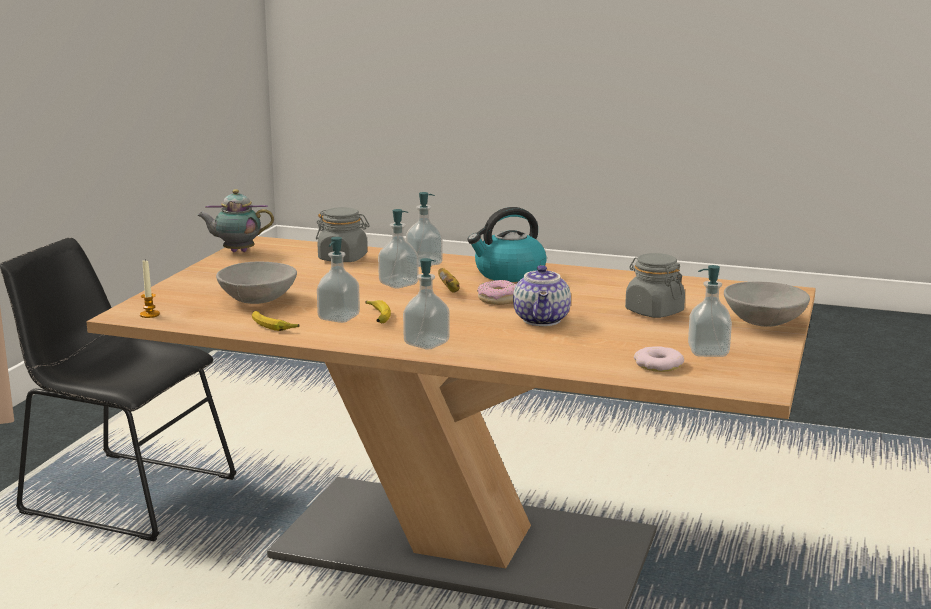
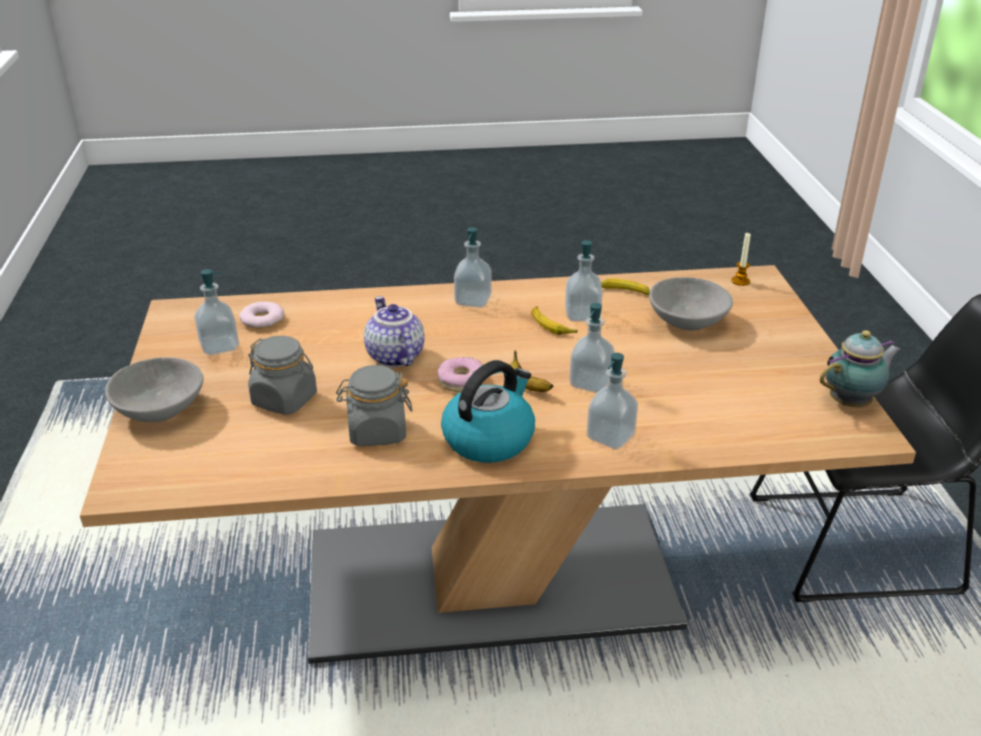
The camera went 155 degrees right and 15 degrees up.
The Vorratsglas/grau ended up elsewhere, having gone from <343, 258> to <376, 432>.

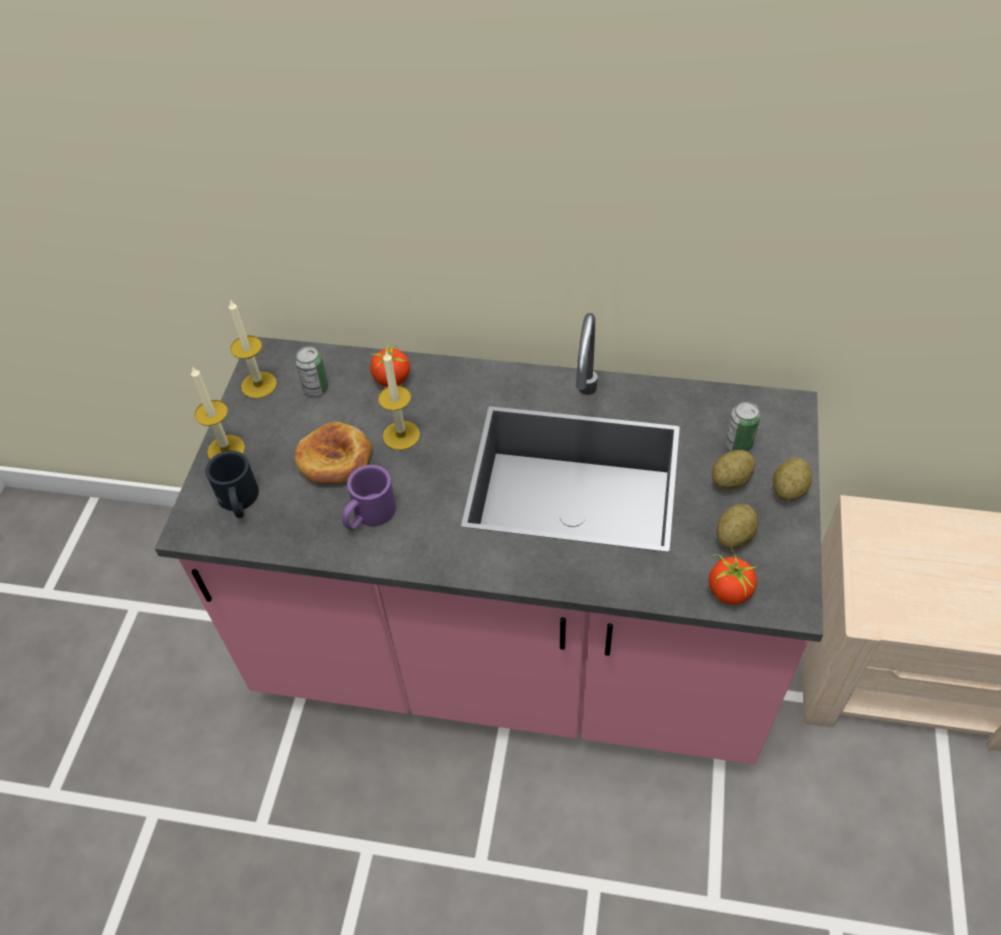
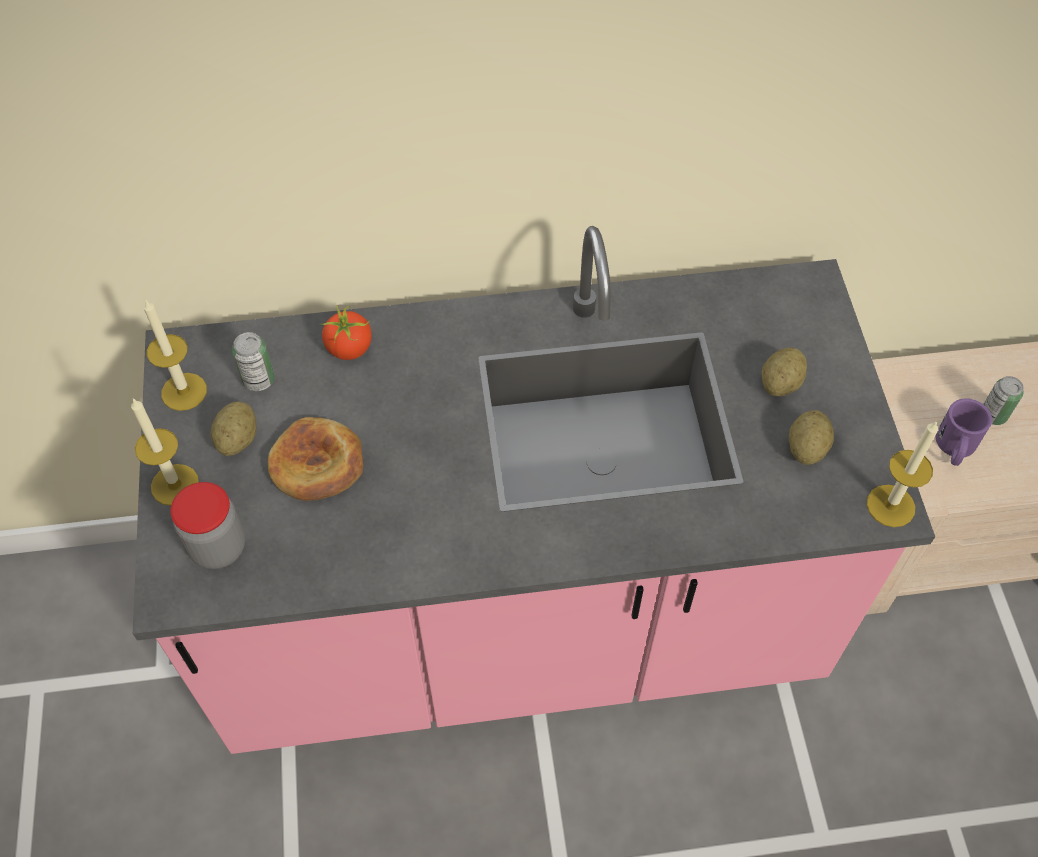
The camera went 20 degrees left and 5 degrees up.
Where the Henkelbecher/schwarz stood at <239, 502>, the Vorratsglas came to stand at <218, 547>.
The Kartoffel ended up elsewhere, having gone from <789, 490> to <238, 439>.
The Kerze ended up elsewhere, having gone from <401, 435> to <890, 505>.
The Henkelbecher/lila ended up elsewhere, having gone from <368, 515> to <954, 448>.
The Dose ended up elsewhere, having gone from <738, 444> to <993, 415>.
The second view lost the Tomate at <729, 591>.

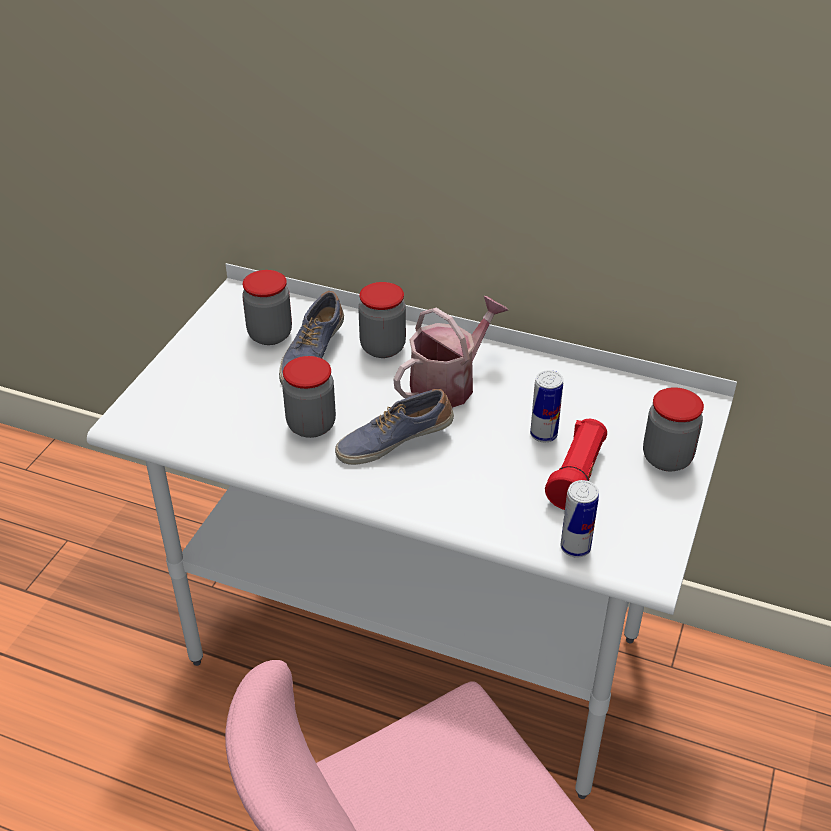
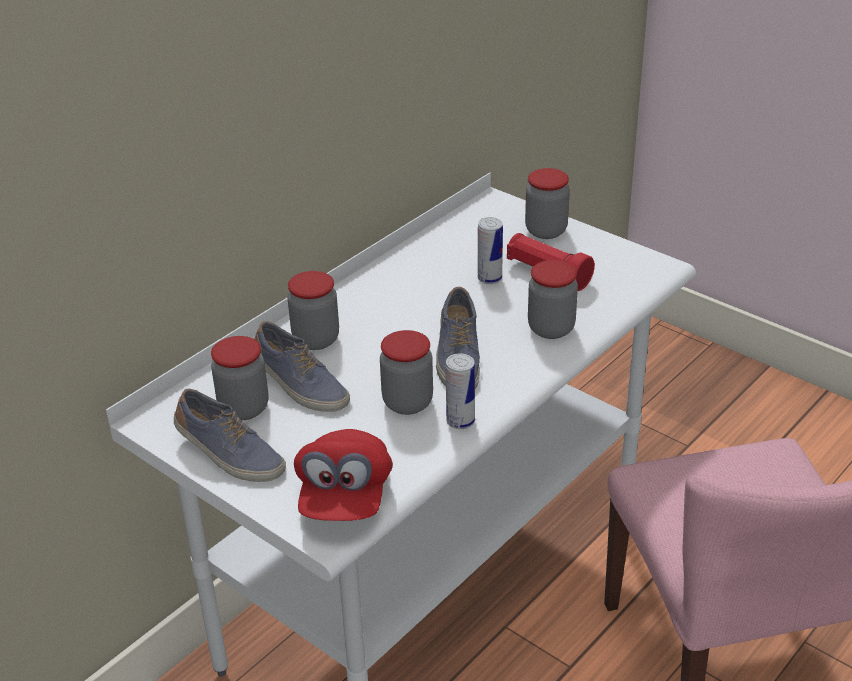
The camera went 70 degrees left and 5 degrees down.
The second view gained the Schuh at <229, 455>.
The second view gained the Kappe/rot at <345, 497>.
The Dose ended up elsewhere, having gone from <575, 547> to <460, 421>.
The second view gained the Vorratsglas at <551, 328>.
The second view lost the Gießkanne at <448, 383>.

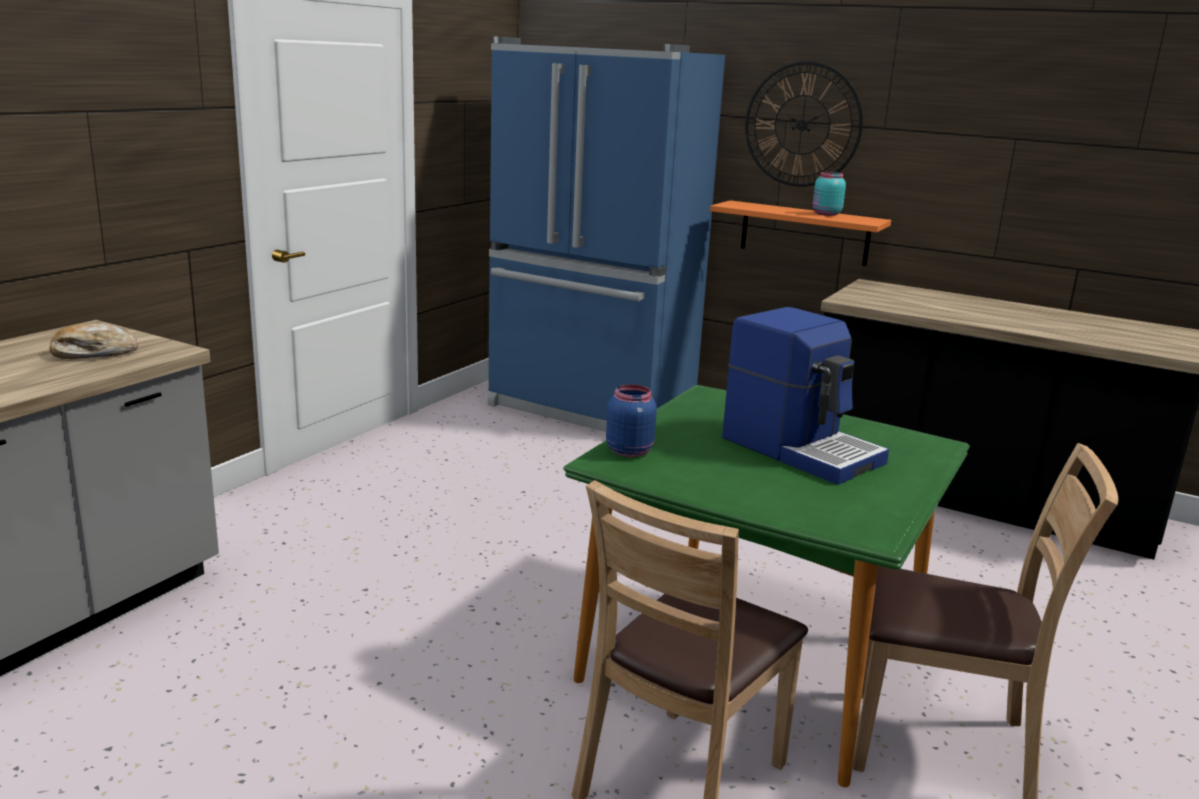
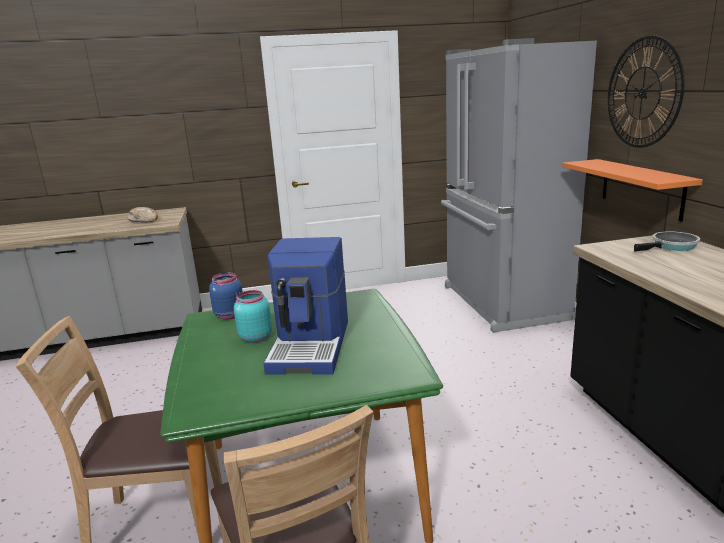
The camera went 50 degrees right and 0 degrees up.
The Vorratsglas/türkis ended up elsewhere, having gone from <826, 214> to <254, 337>.
What was the Kühlschrank/blau at <590, 410> turned into the Kühlschrank/grau at <501, 303>.
The second view gained the Pfanne at <671, 246>.

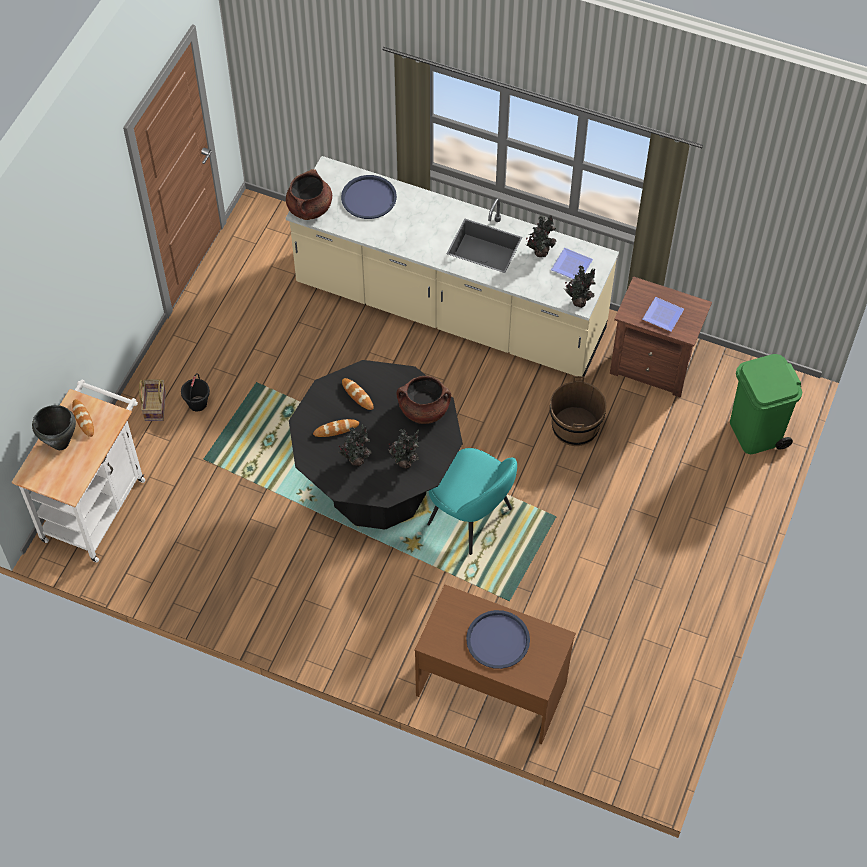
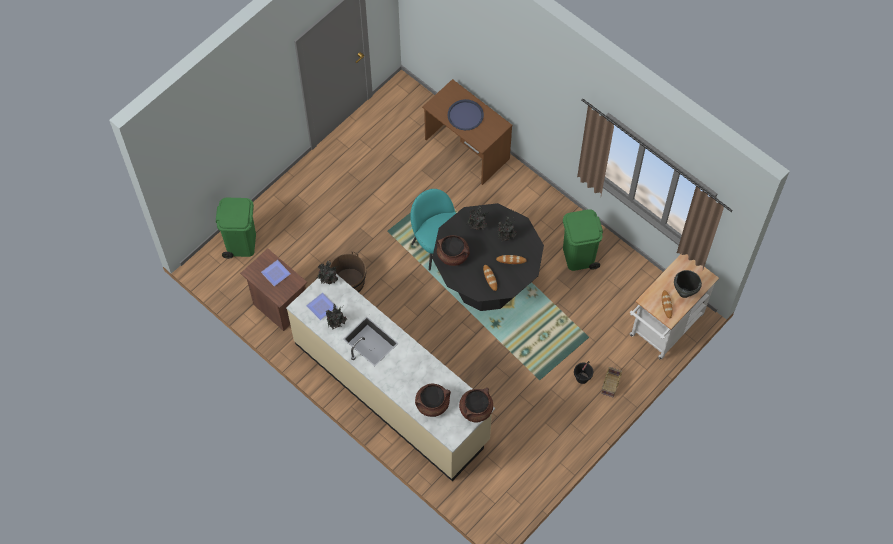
The camera went 160 degrees left and 5 degrees up.
Where the Tablett/blau stood at <369, 198>, the Kochtopf/braun came to stand at <432, 404>.
The second view gained the Mülleimer/grün at <578, 256>.

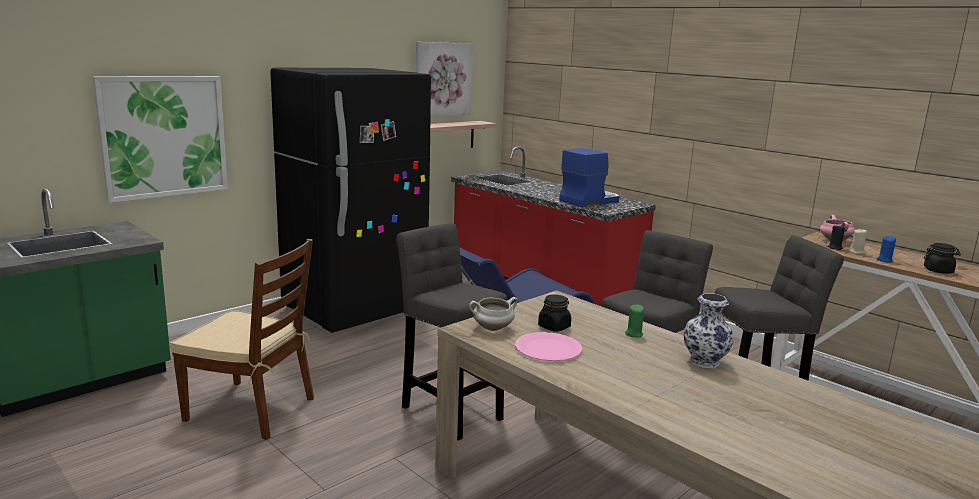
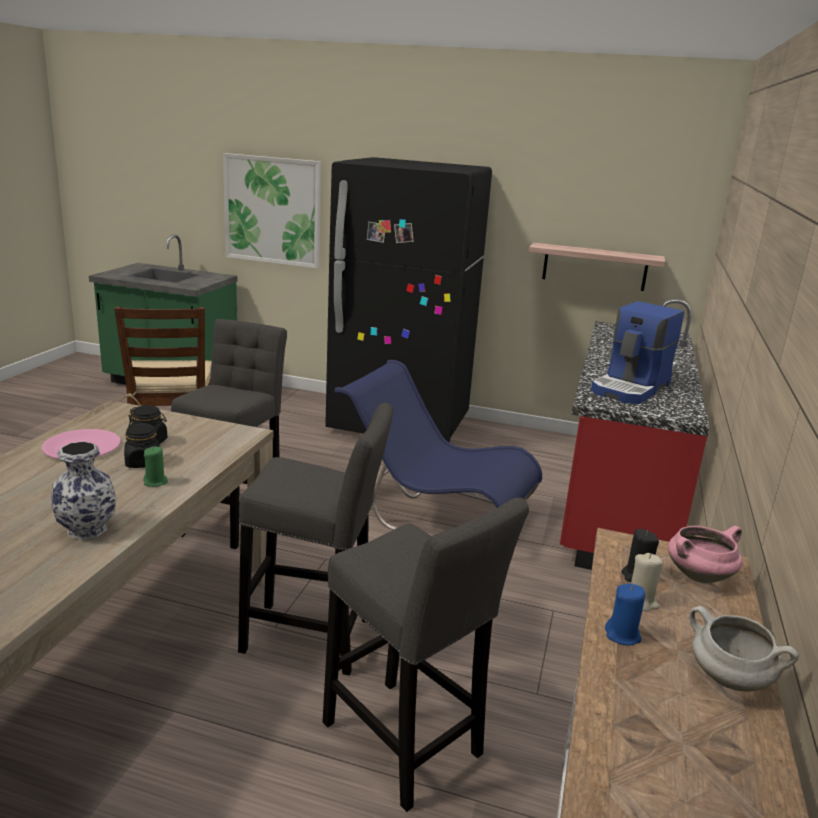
The camera went 60 degrees right and 5 degrees up.
The Vorratsglas/schwarz ended up elsewhere, having gone from <938, 271> to <143, 462>.
The Kaffeemaschine at <589, 201> ended up facing another way, 105 degrees clockwise from before.
The Kochtopf/weiß ended up elsewhere, having gone from <492, 328> to <728, 679>.
The second view lost the Bild at <442, 79>.

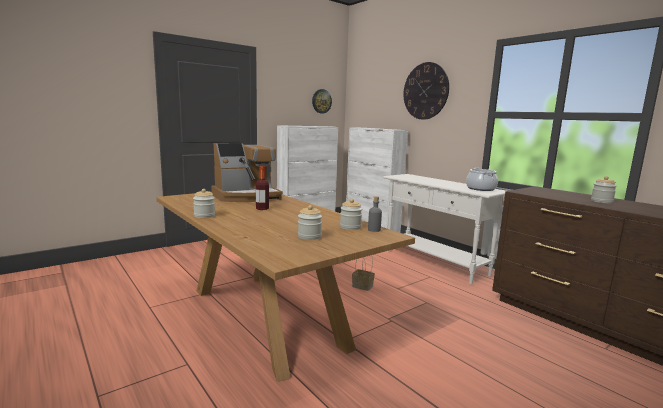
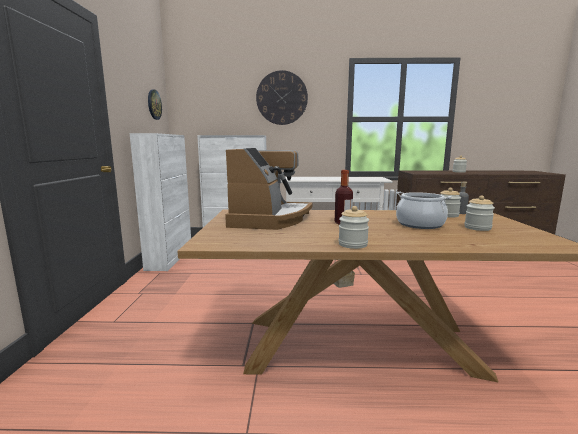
The camera went 50 degrees left and 0 degrees up.
The Kochtopf ended up elsewhere, having gone from <480, 189> to <420, 224>.

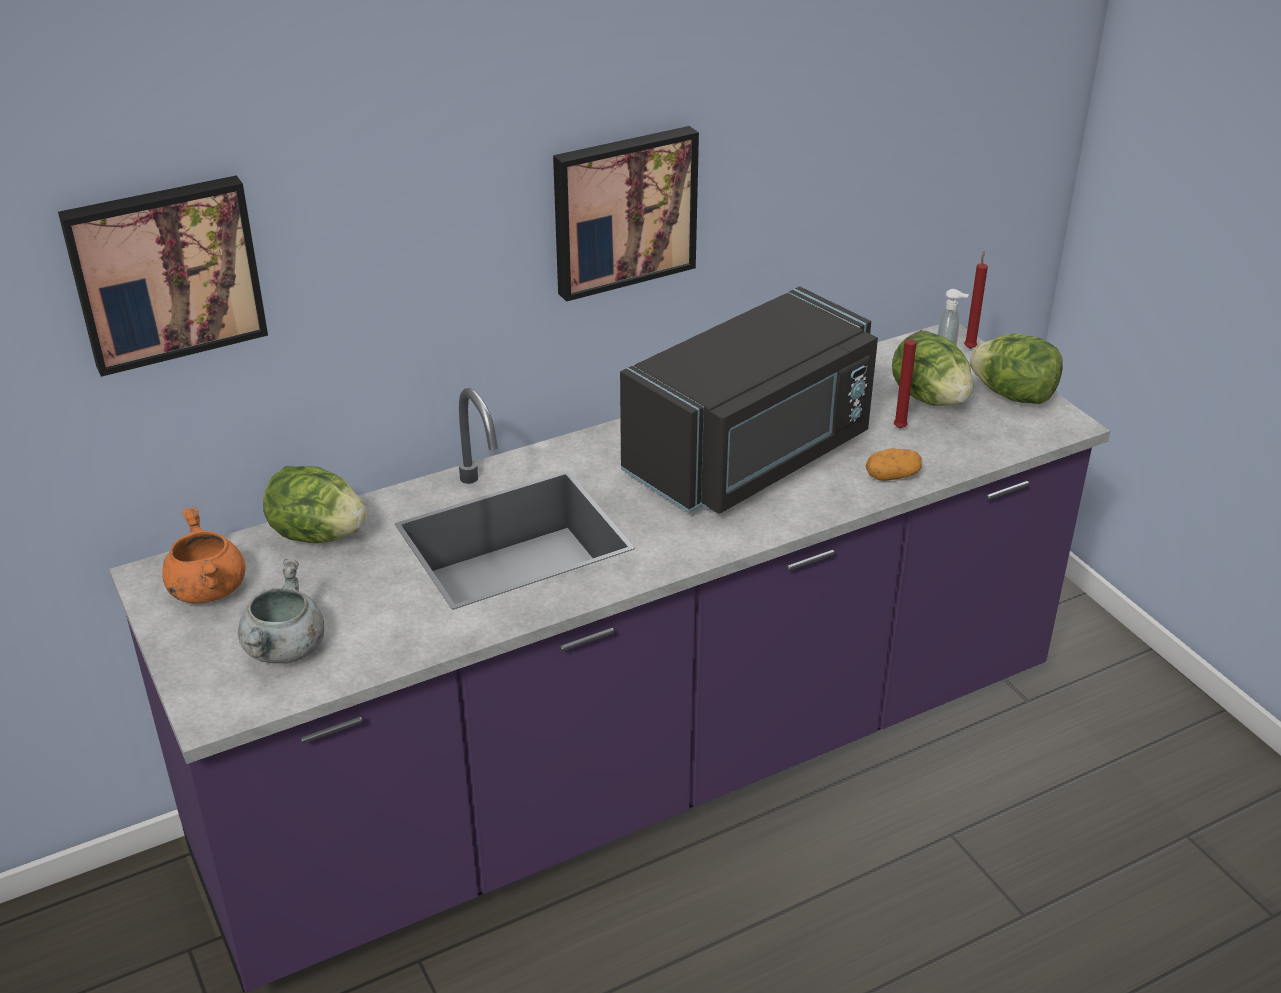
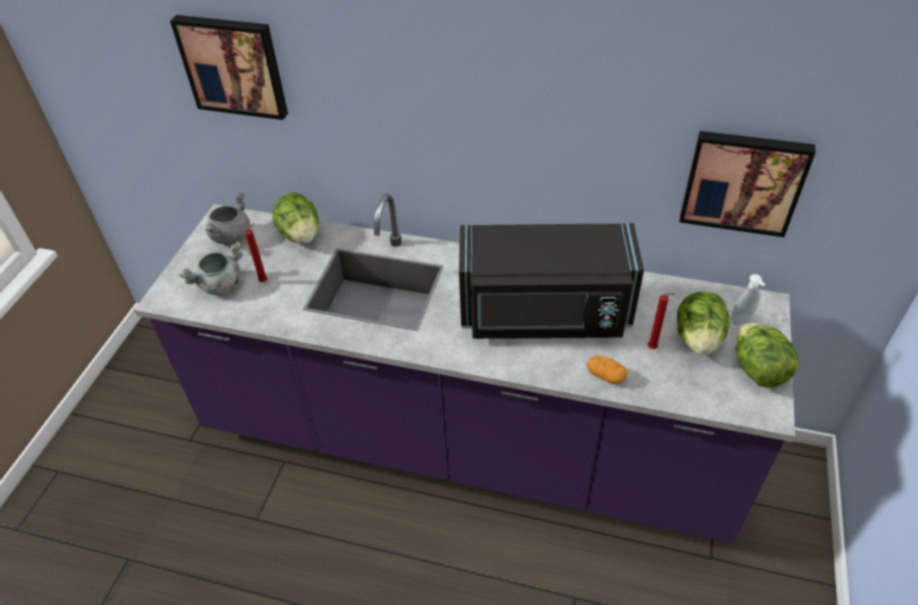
The camera went 45 degrees right and 10 degrees up.
What was the Kochtopf/orange at <206, 589> turned into the Kochtopf/grau at <231, 236>.
The Kerze/rot ended up elsewhere, having gone from <970, 347> to <265, 281>.
The Bild ended up elsewhere, having gone from <623, 210> to <743, 181>.

